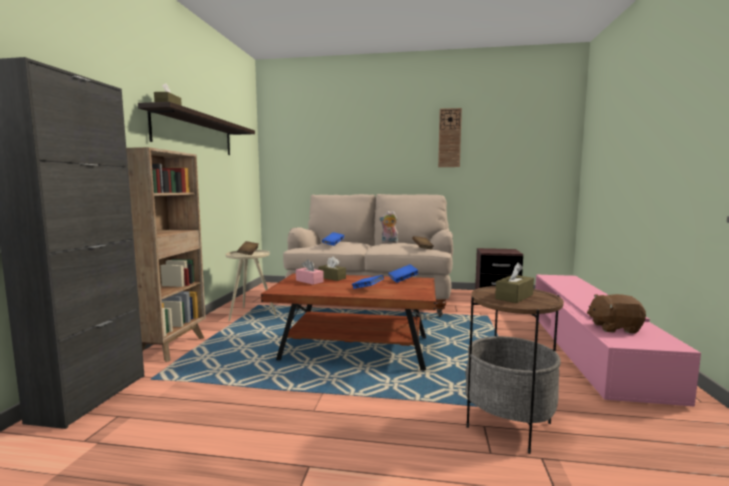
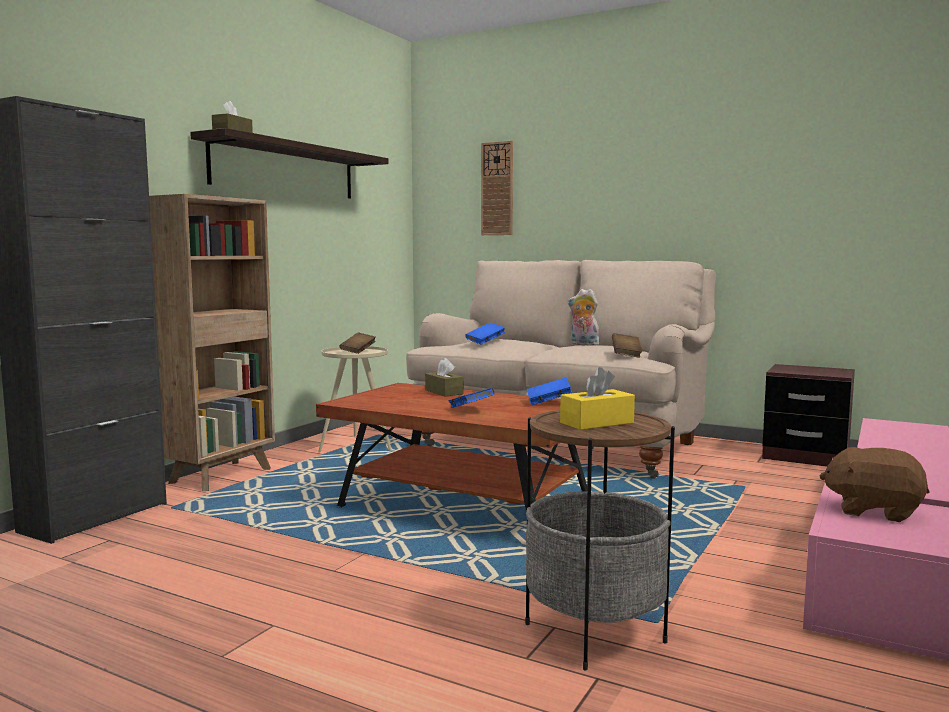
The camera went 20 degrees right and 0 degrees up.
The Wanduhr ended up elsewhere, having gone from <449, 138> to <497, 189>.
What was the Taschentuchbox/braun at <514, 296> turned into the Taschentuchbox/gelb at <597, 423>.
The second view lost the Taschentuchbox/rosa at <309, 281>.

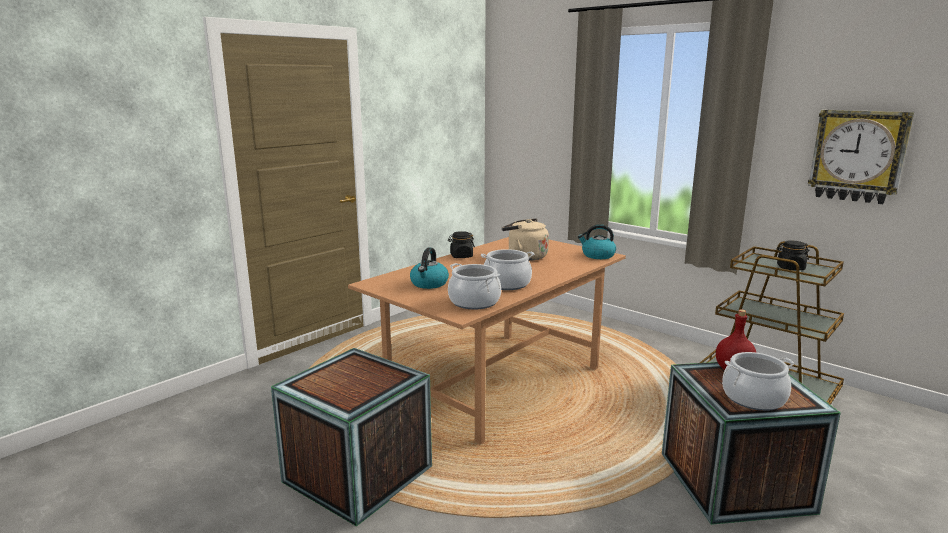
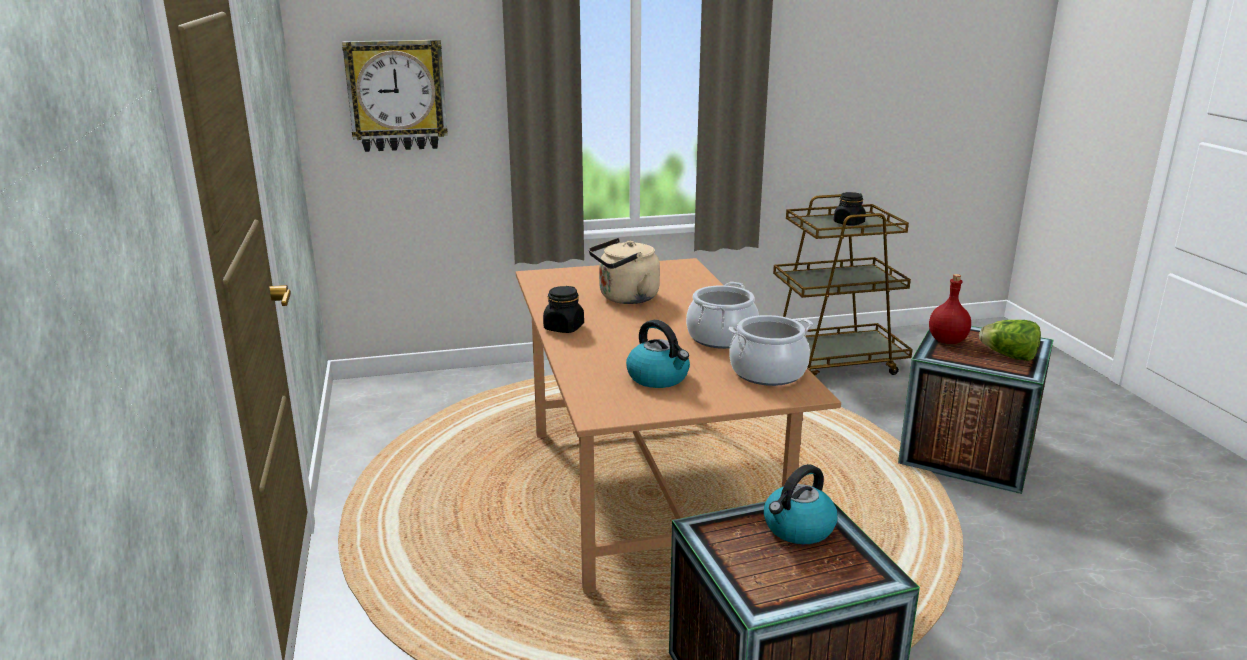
The camera went 55 degrees left and 5 degrees up.
The Wanduhr ended up elsewhere, having gone from <858, 156> to <397, 95>.
The Wasserkessel ended up elsewhere, having gone from <597, 255> to <798, 528>.
Where the Kochtopf stood at <754, 398>, the Salatkopf came to stand at <1009, 356>.

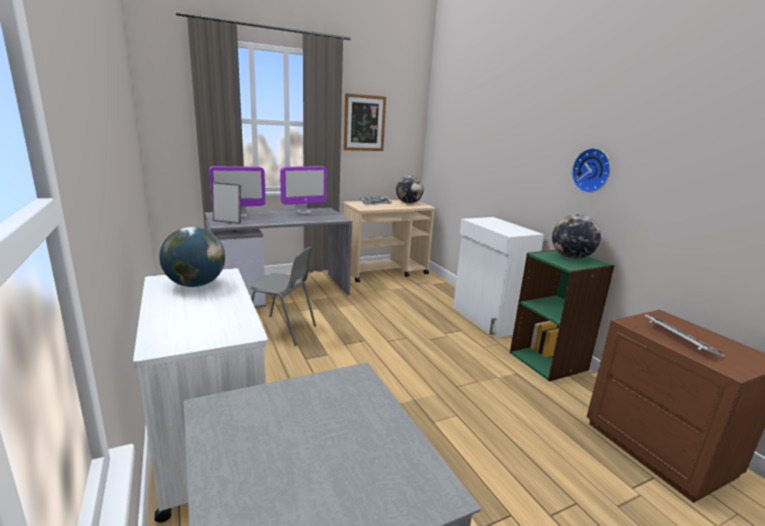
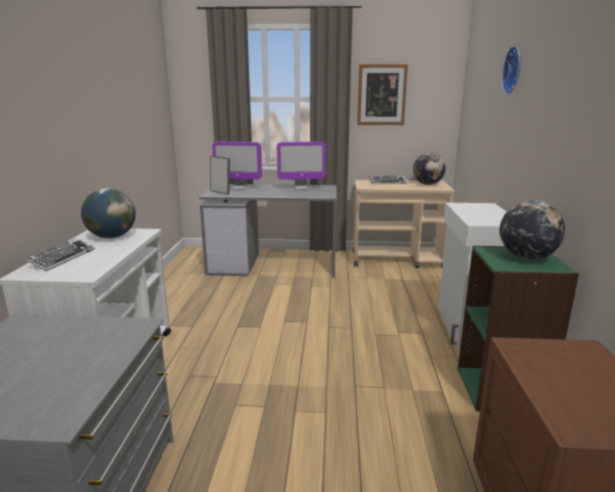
The camera went 30 degrees right and 0 degrees up.
The Tastatur ended up elsewhere, having gone from <679, 339> to <62, 258>.
The Wanduhr ended up elsewhere, having gone from <593, 170> to <514, 70>.
The second view lost the Stuhl/grau at <282, 330>.

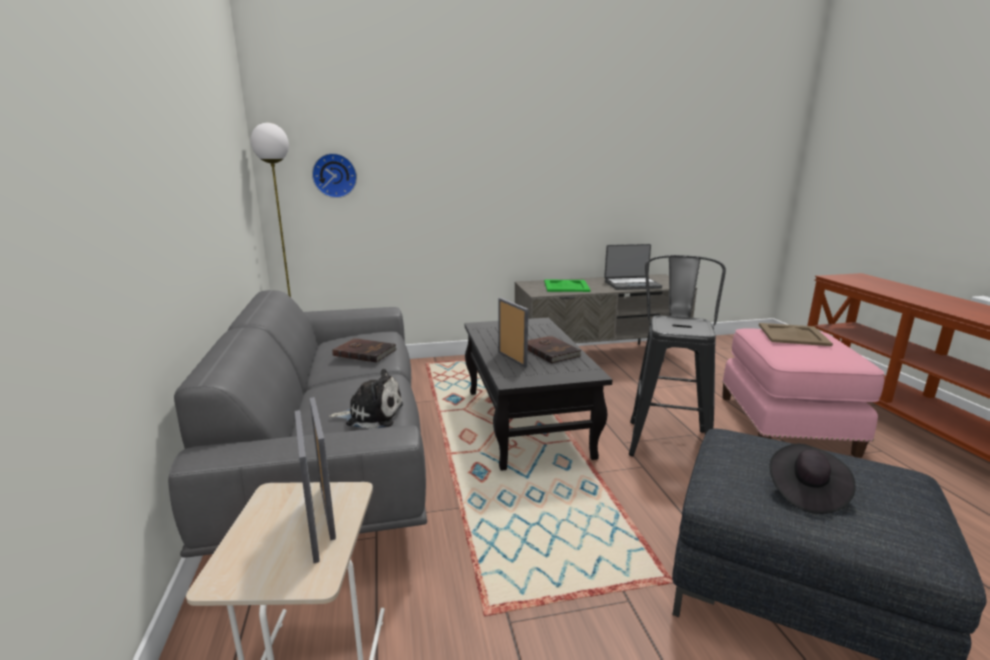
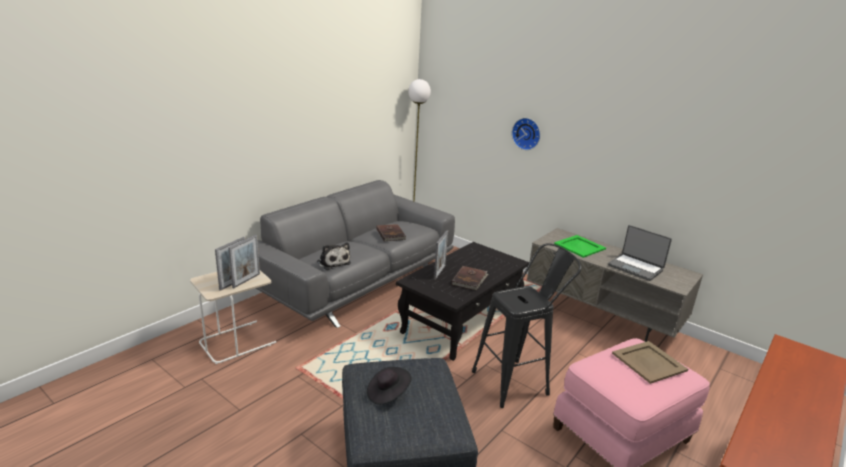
The camera went 50 degrees right and 5 degrees up.
The Wanduhr ended up elsewhere, having gone from <334, 175> to <527, 133>.

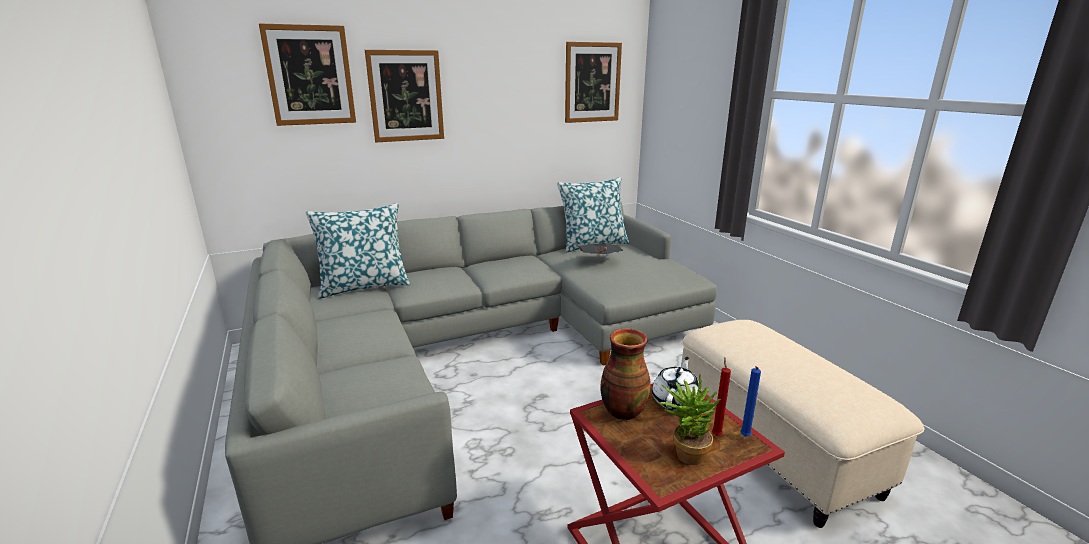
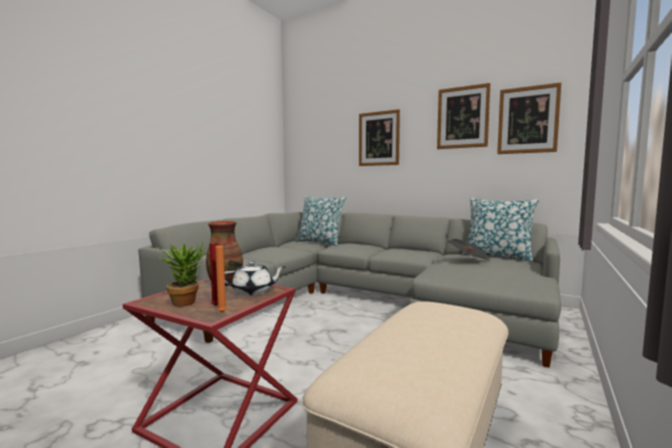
The camera went 55 degrees right and 15 degrees down.
What was the Kerze/blau at <744, 437> turned into the Kerze/orange at <220, 312>.
The Bild ended up elsewhere, having gone from <310, 75> to <462, 117>.

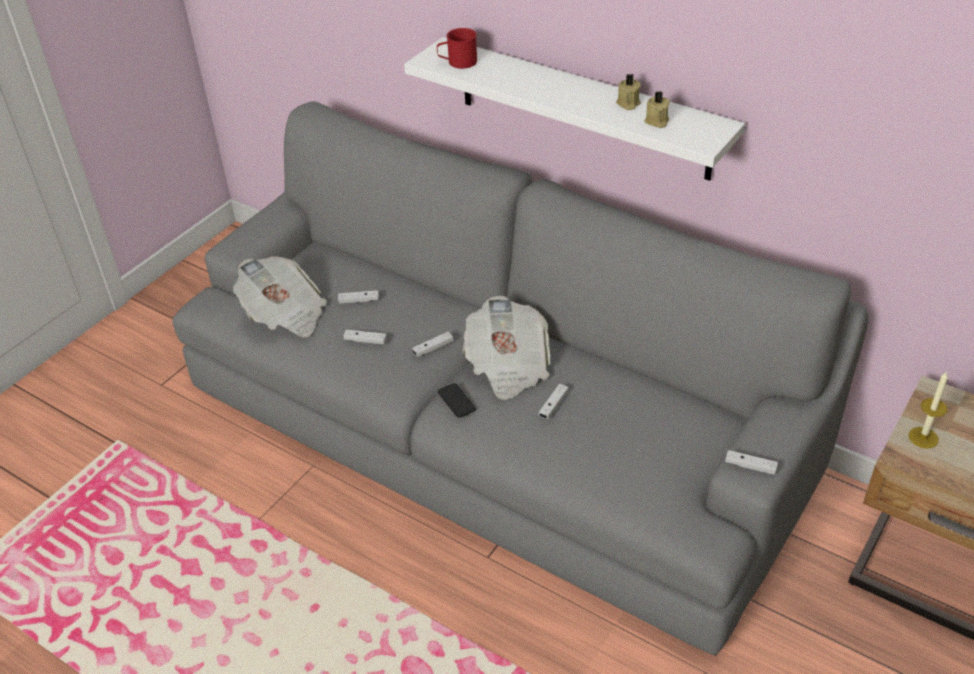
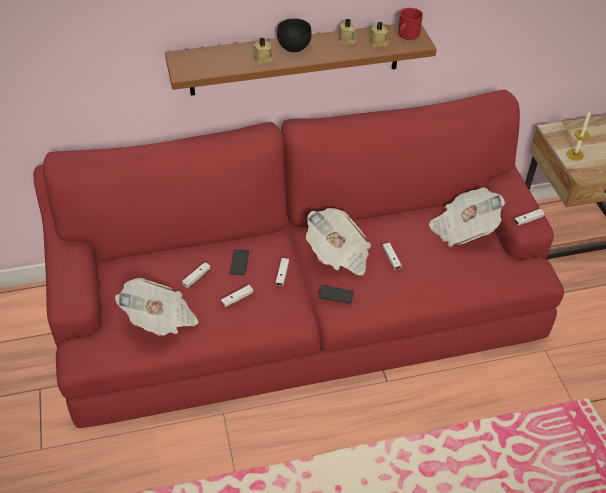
The camera went 50 degrees left and 5 degrees up.
What was the Sofa/grau at <493, 432> turned into the Sofa/rot at <301, 312>.
What was the Wandregal/weiß at <582, 108> turned into the Wandregal/braun at <295, 58>.
The second view gained the Handy at <239, 262>.
The second view gained the Kerze/beige at <263, 59>.
The second view gained the Schüssel/schwarz at <293, 48>.
The Henkelbecher/rot ended up elsewhere, having gone from <457, 62> to <407, 35>.
The second view gained the Zeitung at <463, 229>.

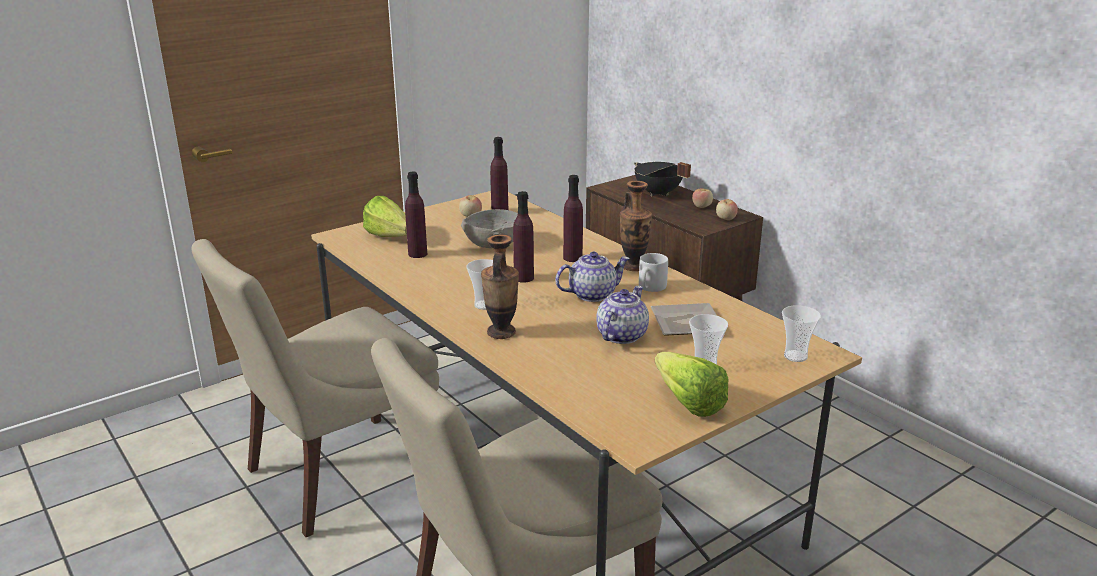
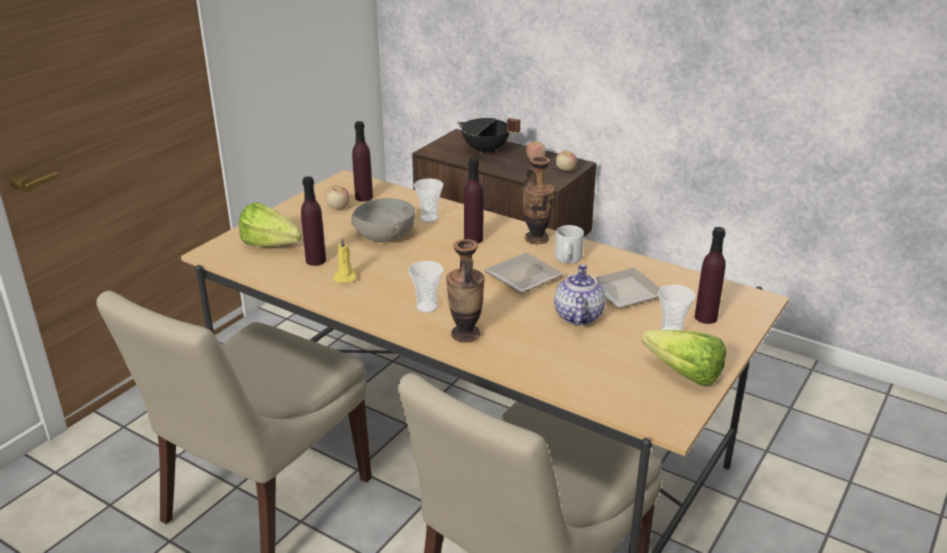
The camera went 20 degrees left and 5 degrees up.
The second view gained the Kerze/gelb at <345, 277>.
The Tasse ended up elsewhere, having gone from <795, 356> to <429, 218>.
Where the Teekanne stood at <592, 294>, the Teller came to stand at <520, 276>.
The Flasche/lila ended up elsewhere, having gone from <523, 278> to <705, 317>.

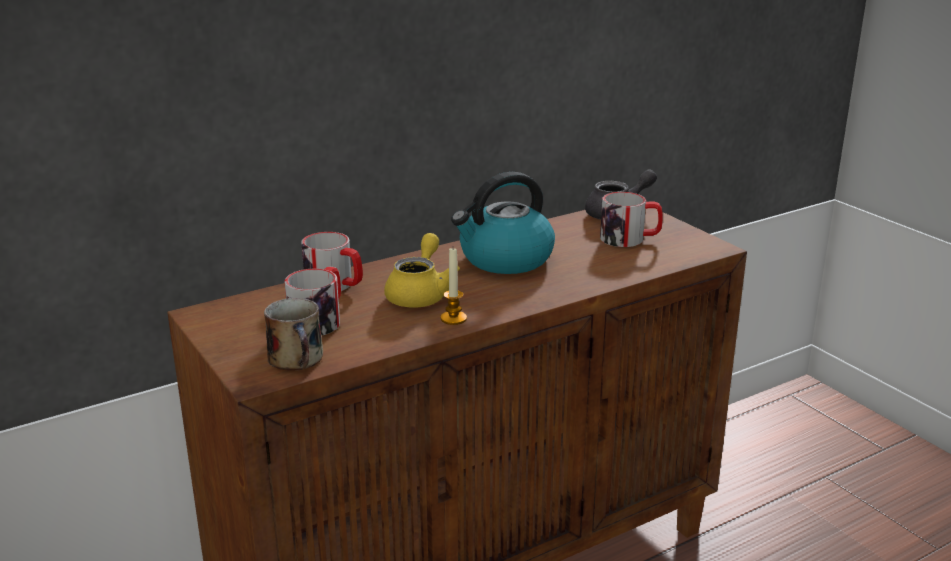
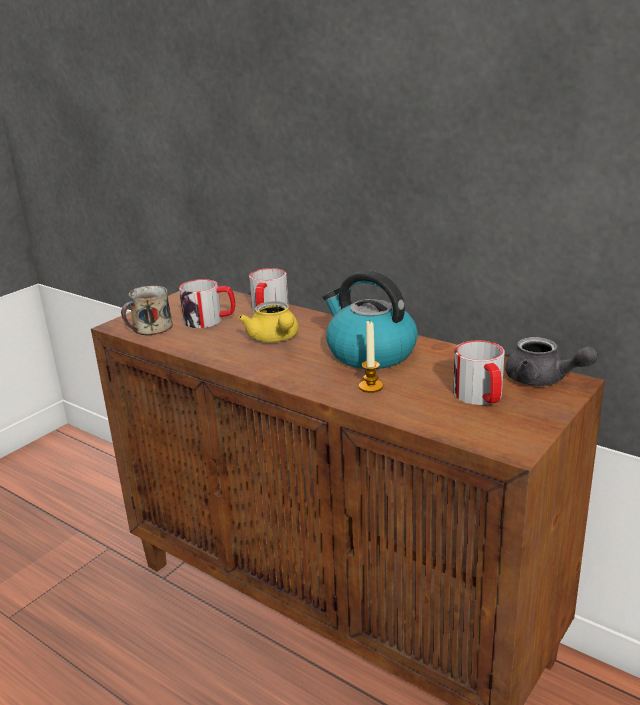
The camera went 70 degrees right and 0 degrees up.
The Teekanne/gelb at <420, 294> ended up facing another way, 75 degrees clockwise from before.
The Kerze ended up elsewhere, having gone from <453, 318> to <371, 387>.

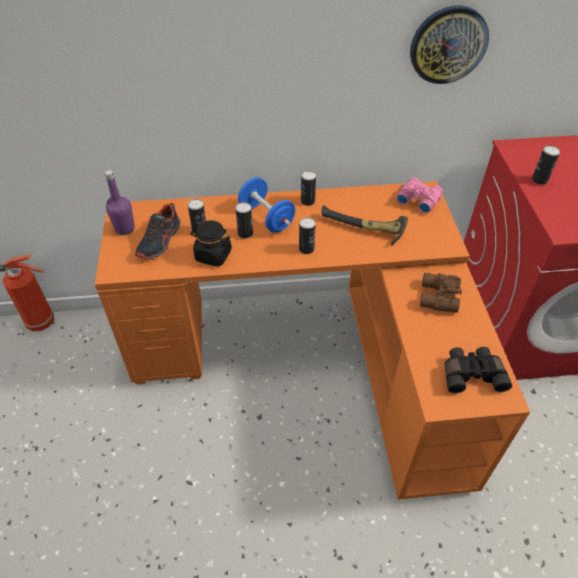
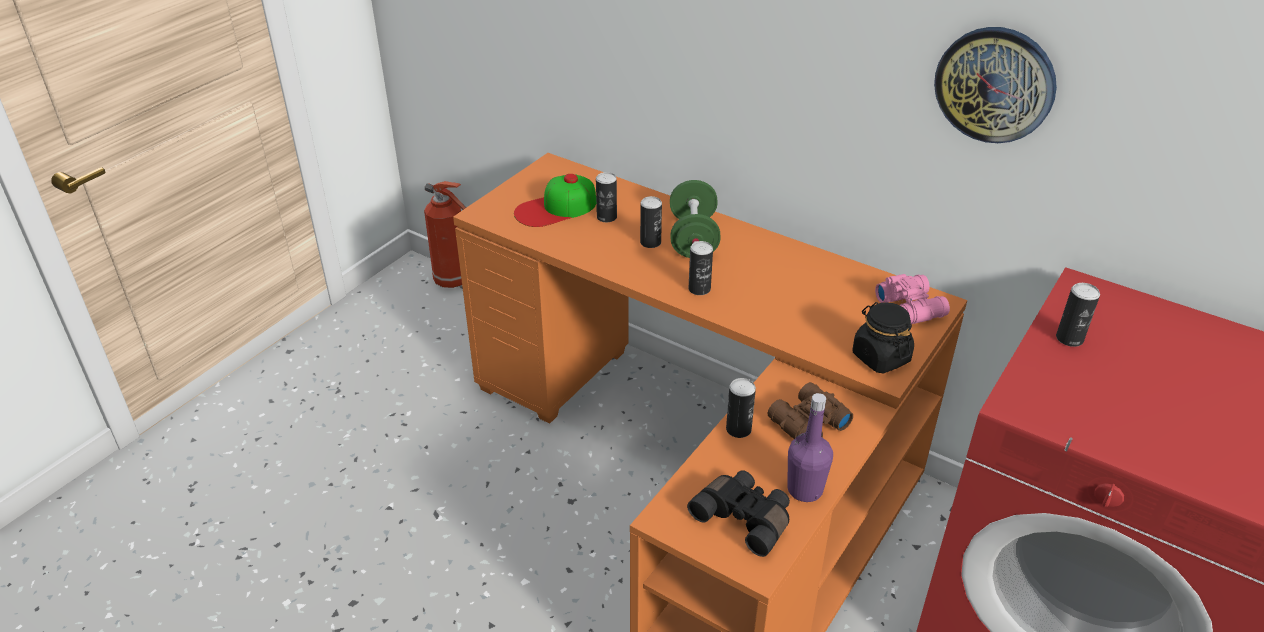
The camera went 40 degrees right and 10 degrees down.
Where the Schuh stood at <160, 241>, the Kappe came to stand at <556, 208>.
What was the Hantel/blau at <266, 217> turned into the Hantel/grün at <693, 238>.
The Dose ended up elsewhere, having gone from <307, 201> to <738, 429>.
The Flasche/lila ended up elsewhere, having gone from <125, 229> to <805, 489>.
The Vorratsglas/schwarz ended up elsewhere, having gone from <213, 255> to <880, 357>.
The second view lost the Hammer at <363, 230>.

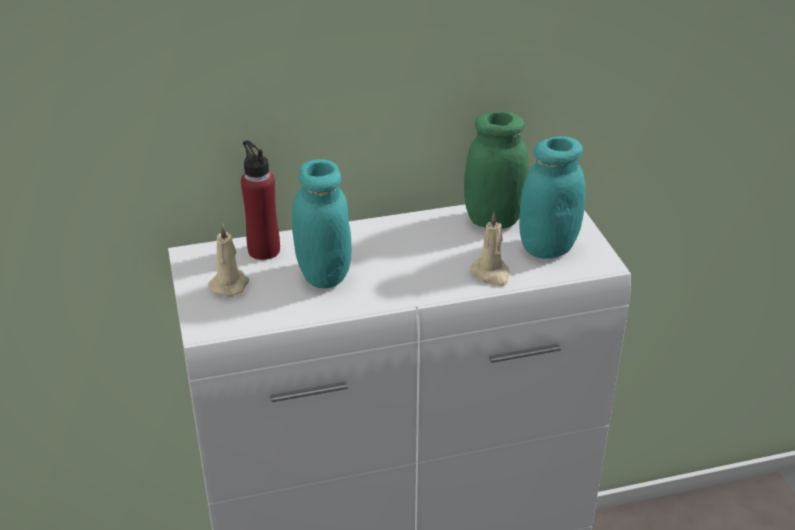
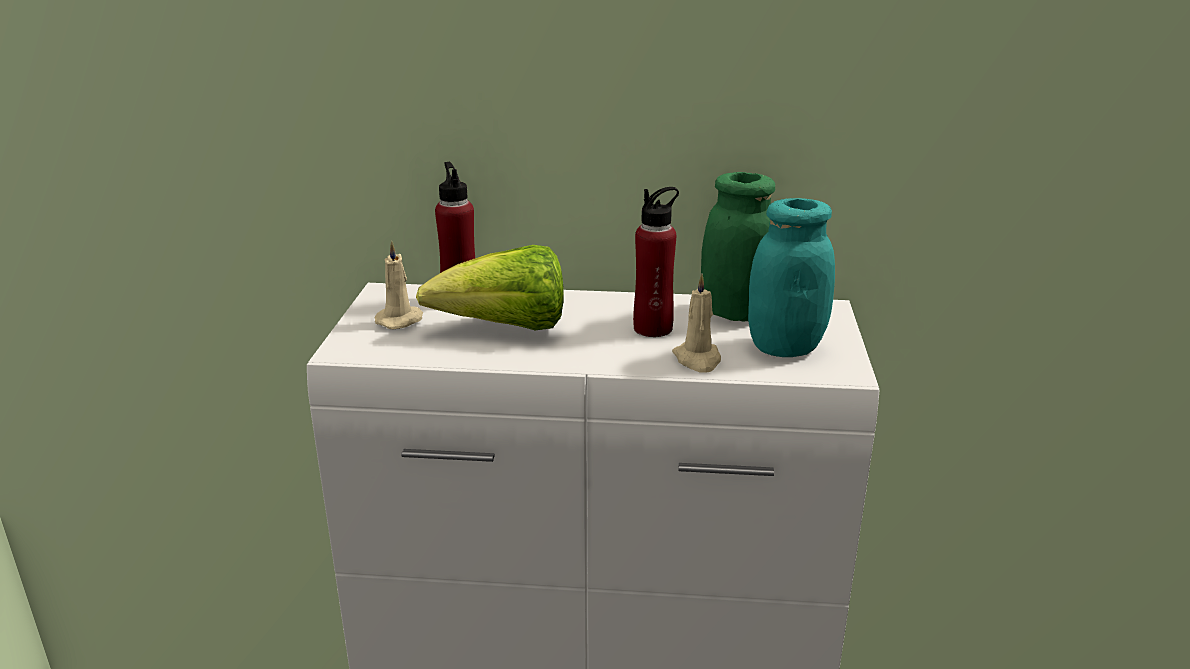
The camera went 20 degrees right and 10 degrees down.
Where the Vorratsglas/türkis stood at <324, 275>, the Salatkopf came to stand at <505, 329>.
The second view gained the Flasche/rot at <653, 328>.

